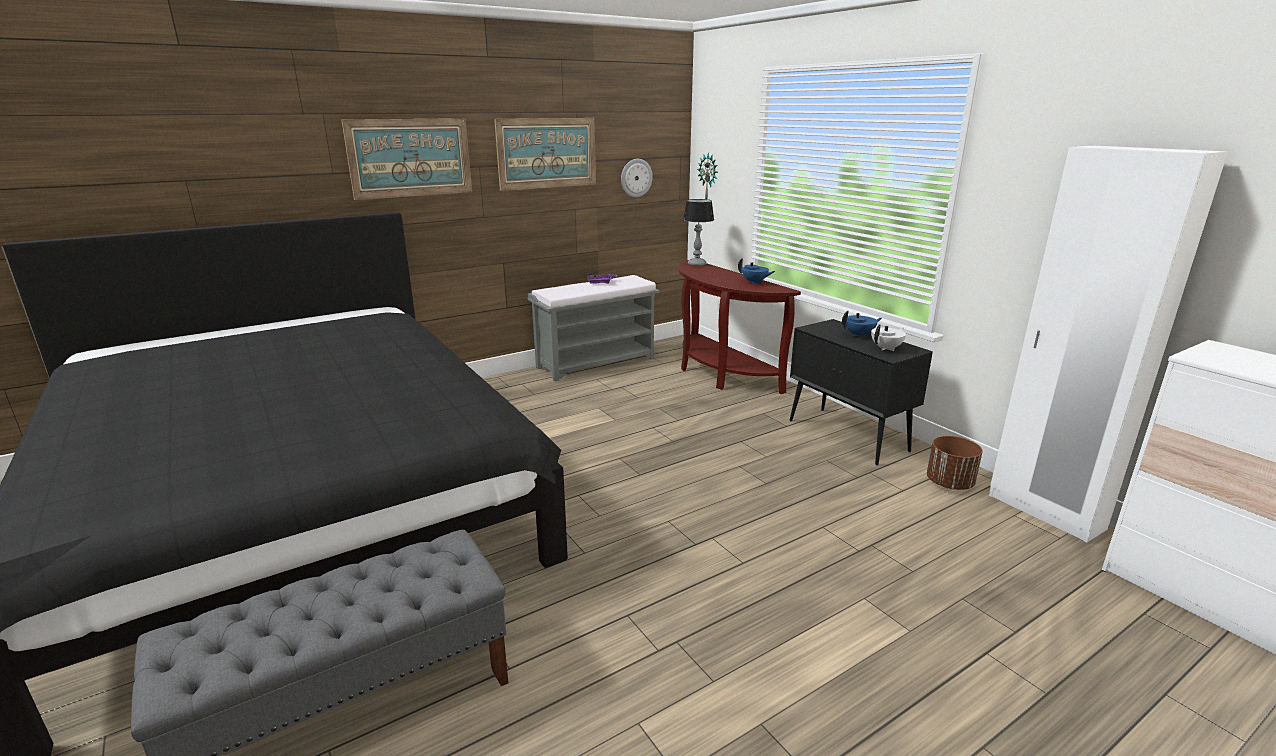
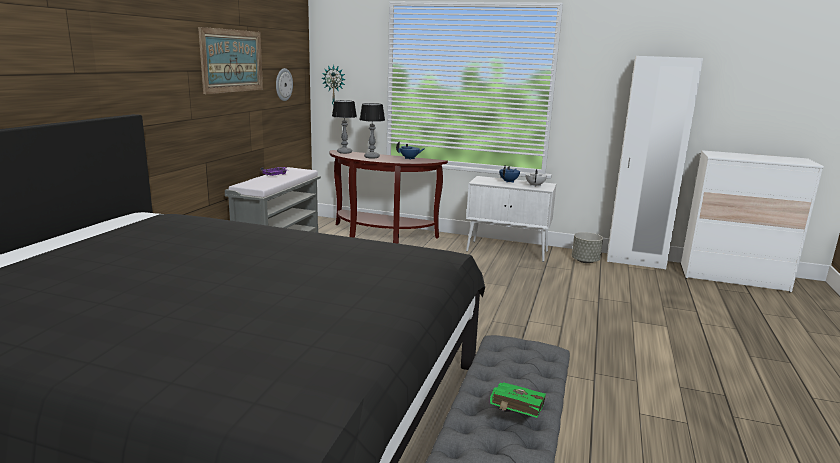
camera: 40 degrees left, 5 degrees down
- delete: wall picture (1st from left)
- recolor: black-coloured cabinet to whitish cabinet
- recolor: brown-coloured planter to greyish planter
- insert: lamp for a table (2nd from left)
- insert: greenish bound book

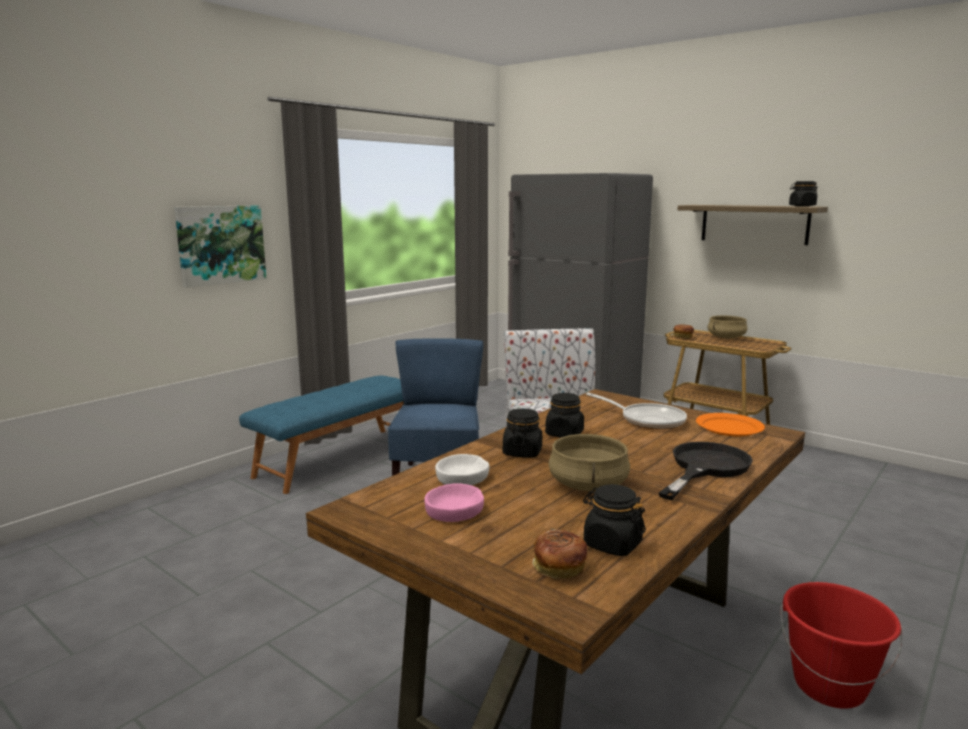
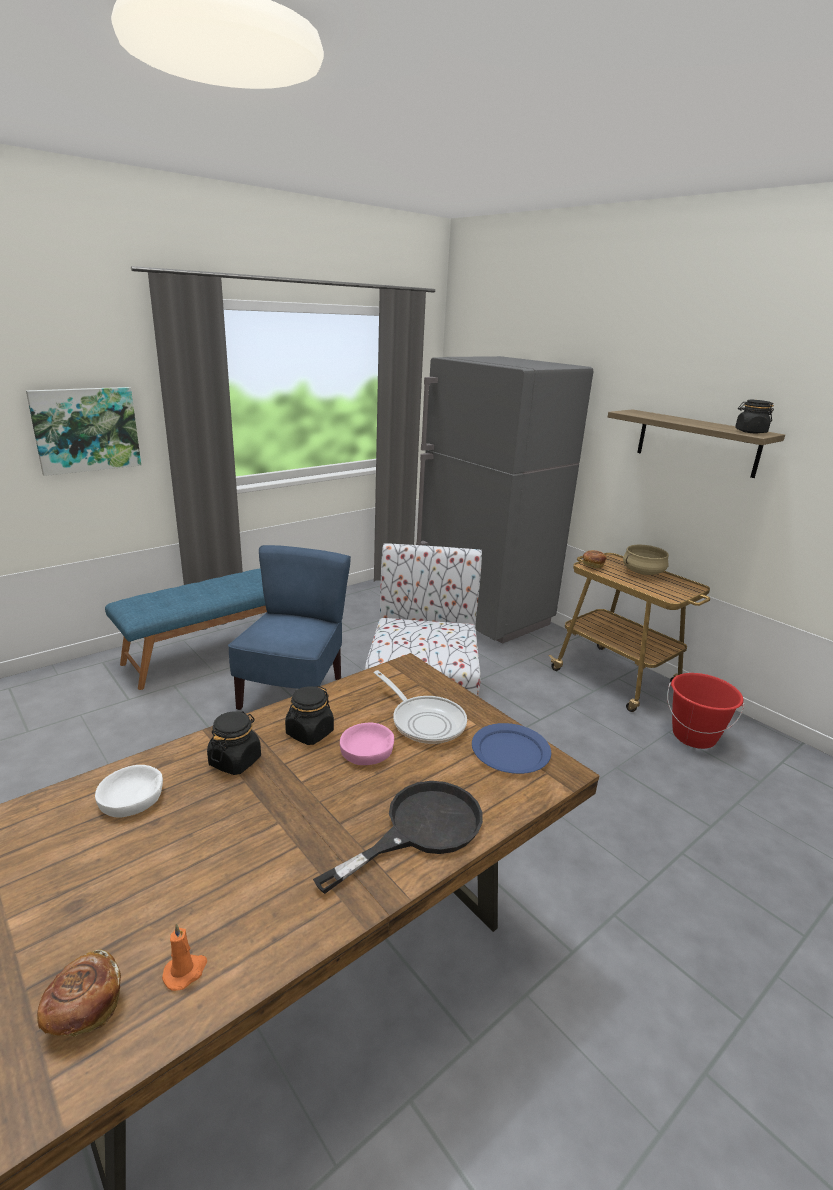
camera: 10 degrees right, 10 degrees up
- move: pink-coloured serving bowl
- delete: beige-coloured saucepot (1st from left)
- replace: black-coloured jar (3rd from left) to orange-coloured wax candle
- recolor: orange-coloured flat dish to bluish flat dish
- move: red-coloured water bucket

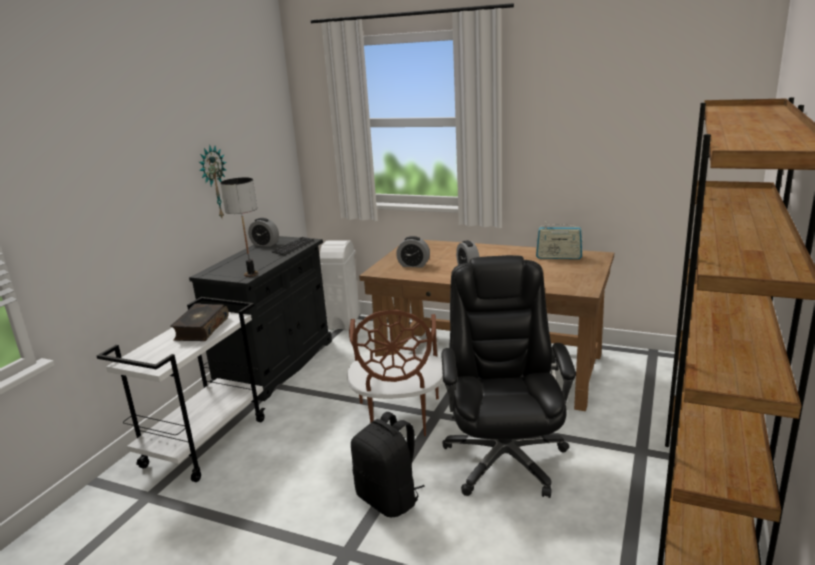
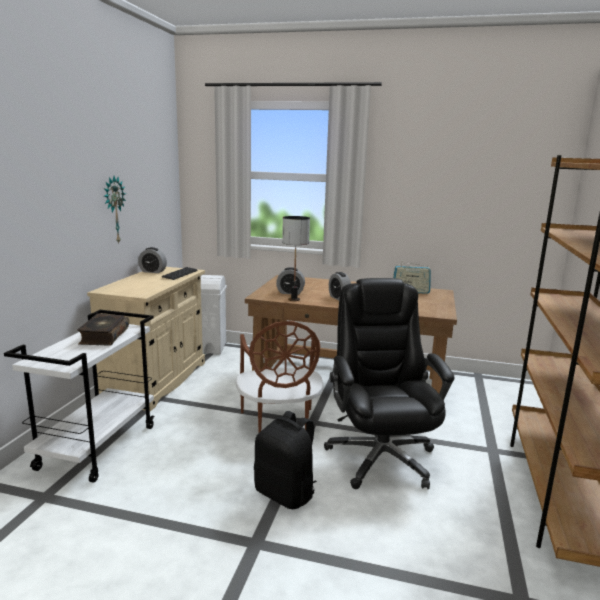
camera: 10 degrees left, 5 degrees down
- recolor: black-coloured cabinet to beige-coloured cabinet
- move: lamp for a table

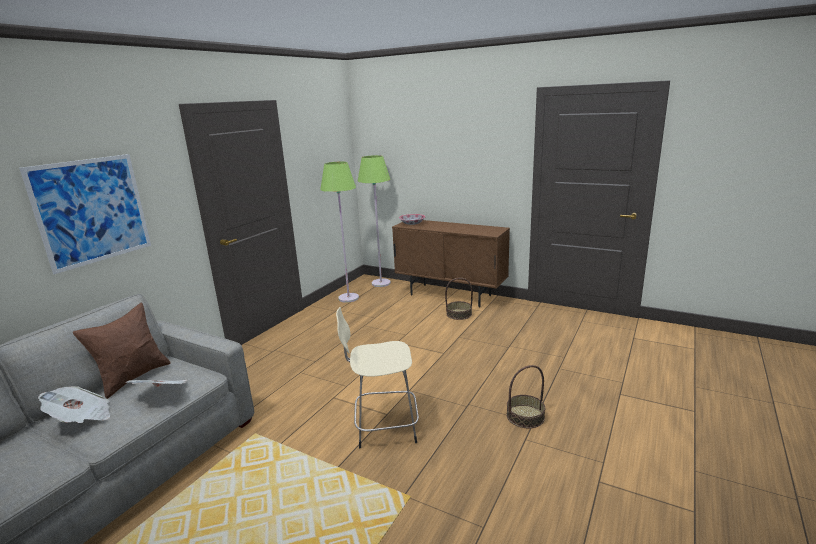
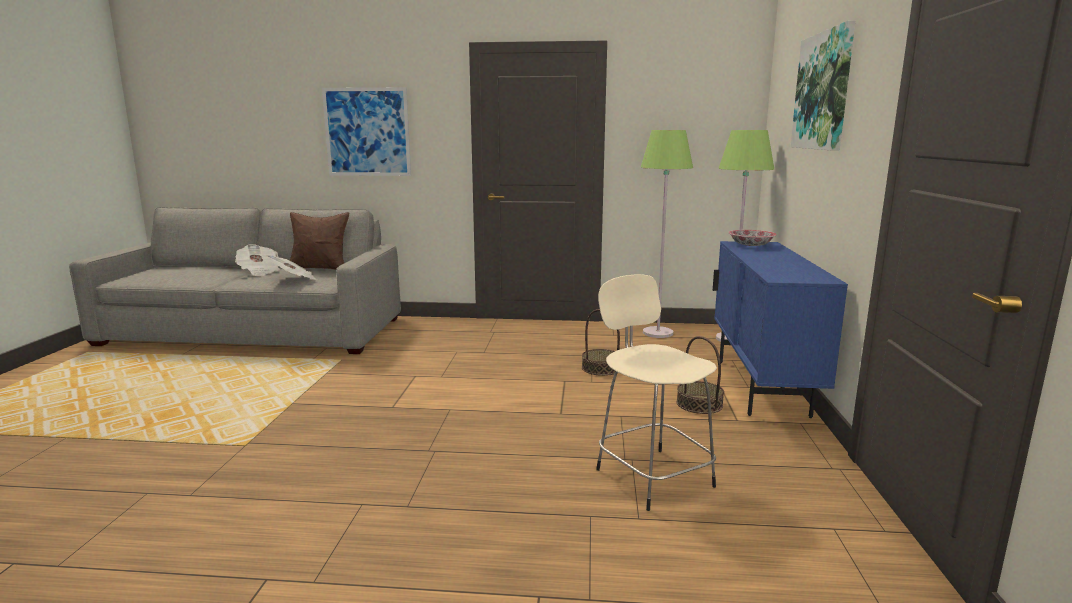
camera: 65 degrees right, 5 degrees down
- move: beige-coloured stool
- recolor: brown-coloured cabinet to bluish cabinet
- move: basket (2nd from left in the first image) to basket (1st from left)
- insert: wall picture (2nd from left)

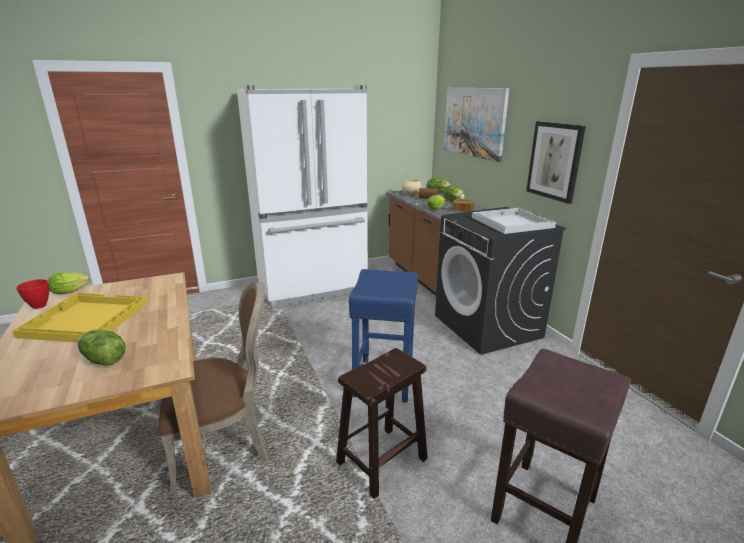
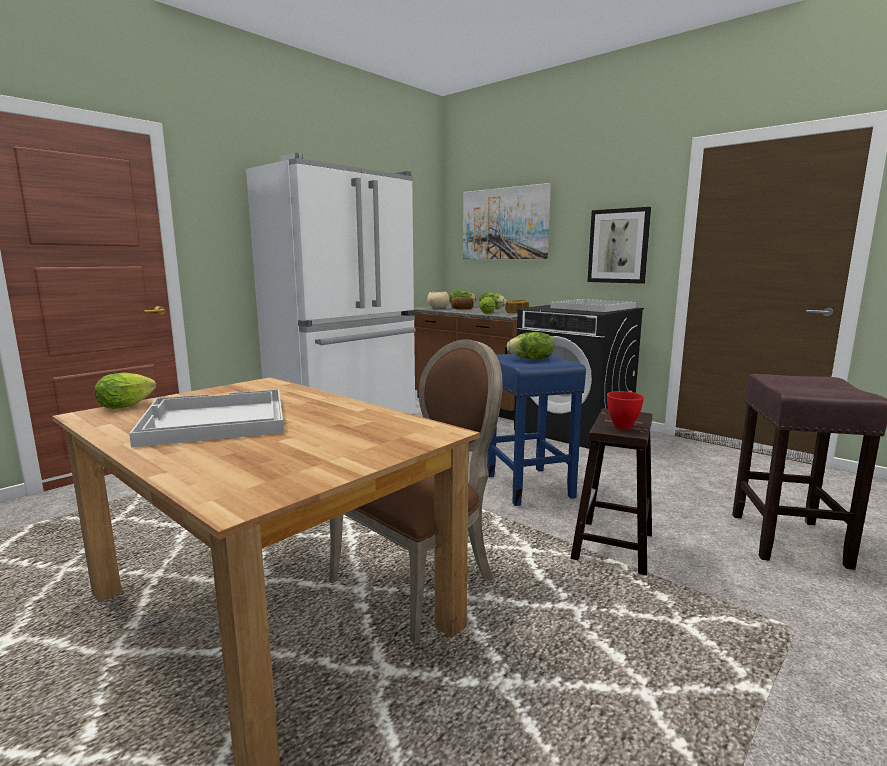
camera: 25 degrees left, 10 degrees down
- recolor: yellowish serving tray to whitish serving tray (1st from left)
- move: red-coloured serving bowl
- move: lettuce head (2nd from left in the first image) to lettuce head (5th from left)

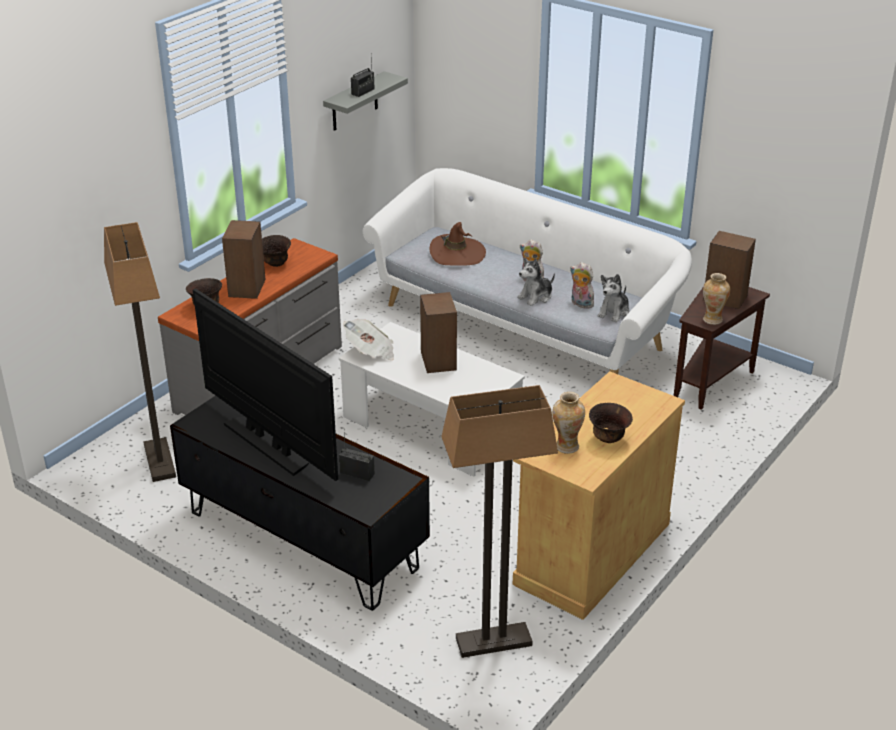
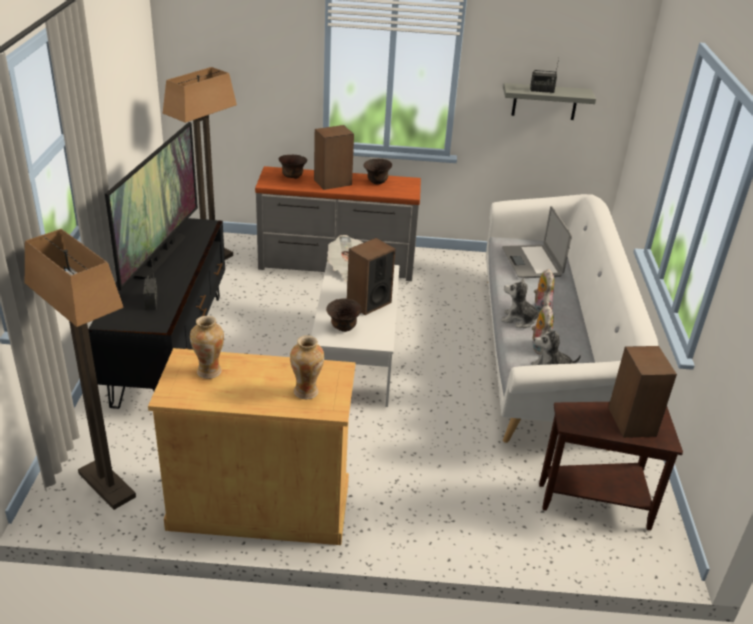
camera: 55 degrees right, 0 degrees up
- replace: brown-coloured hat to laptop
- move: brown-coloured serving bowl (3rd from left in the first image) to brown-coloured serving bowl (2nd from left)
- move: flower vase (2nd from left)

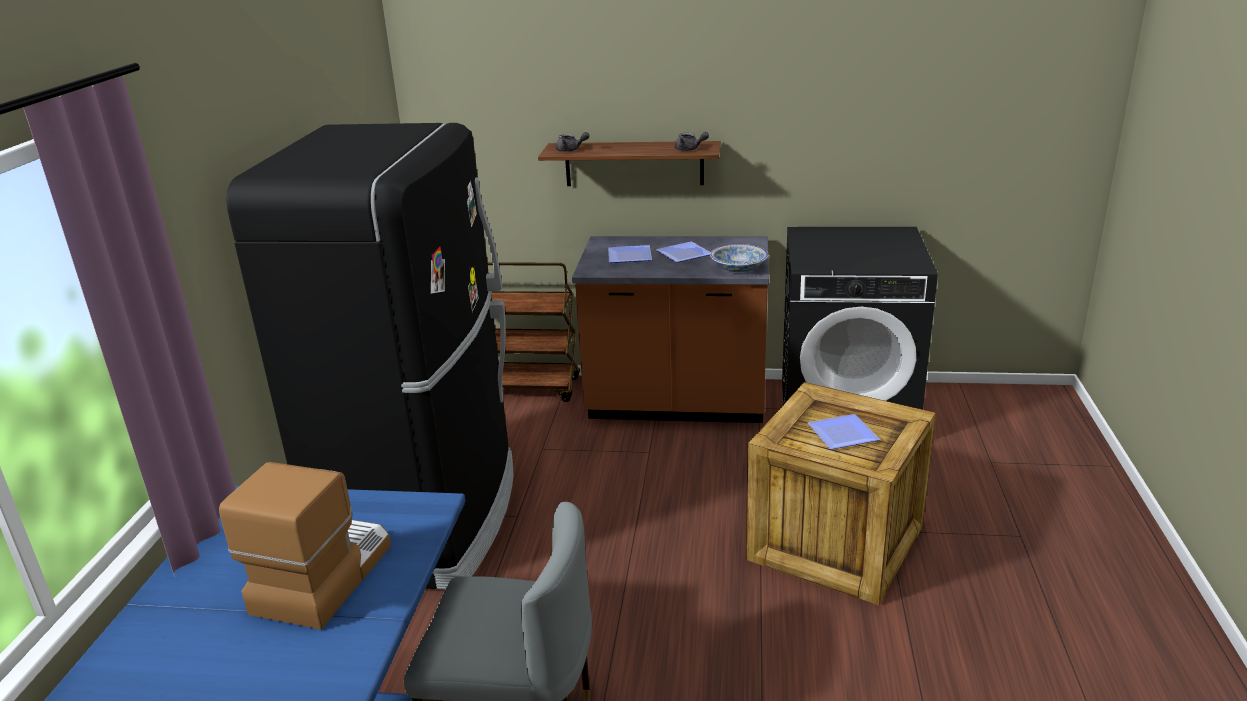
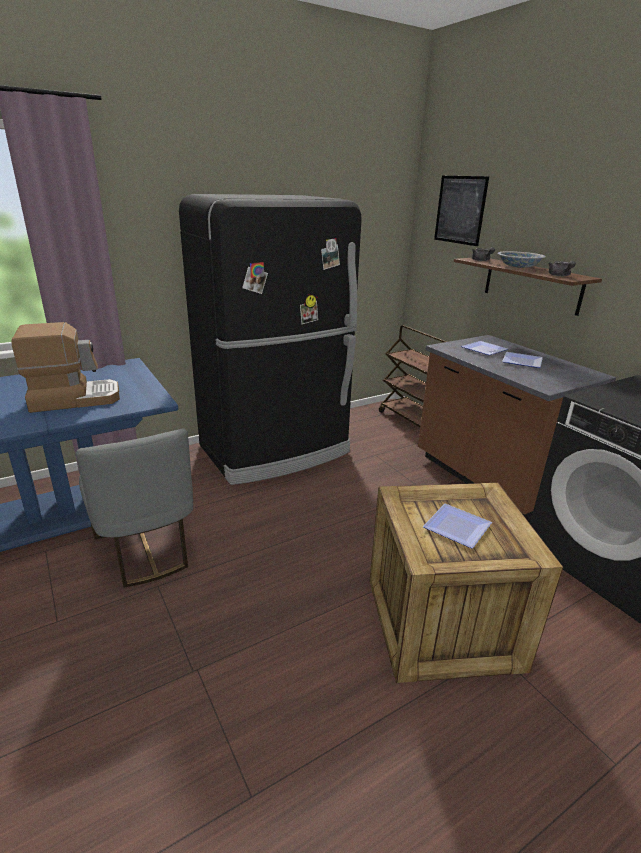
camera: 50 degrees right, 0 degrees up
- move: serving bowl
- insert: wall picture

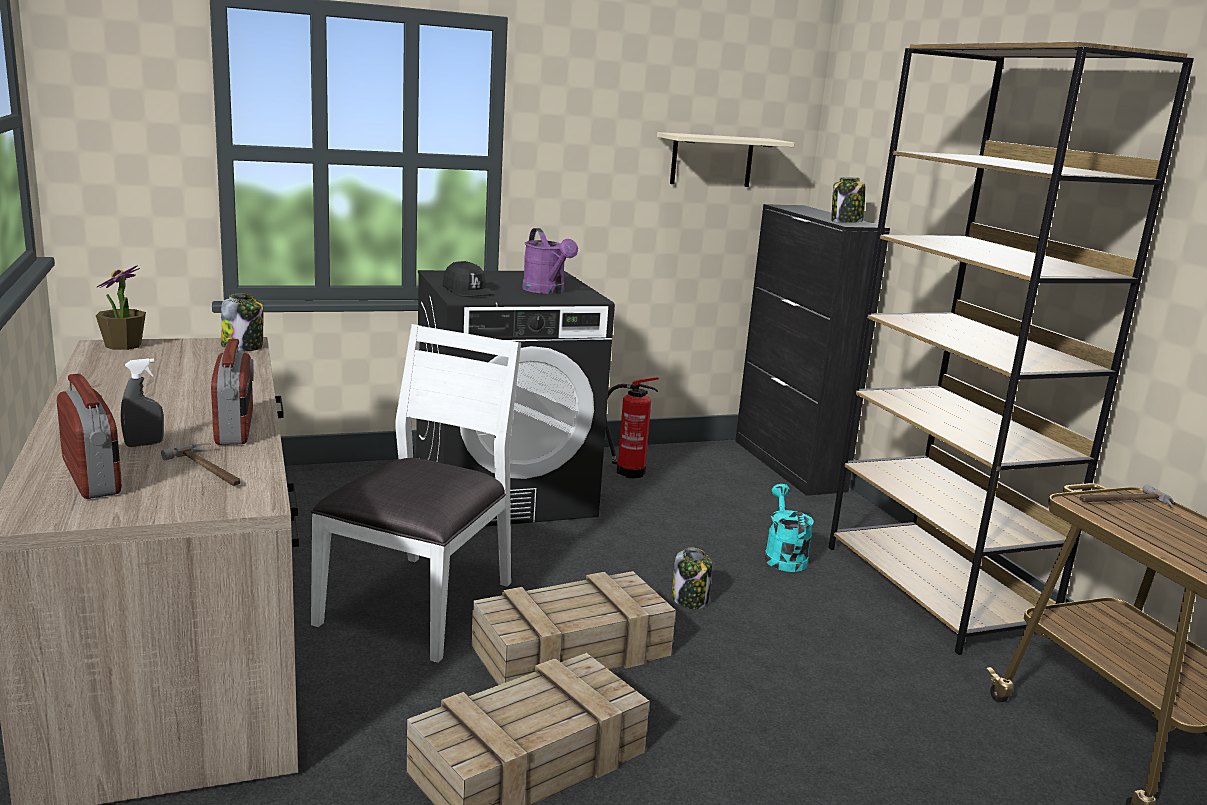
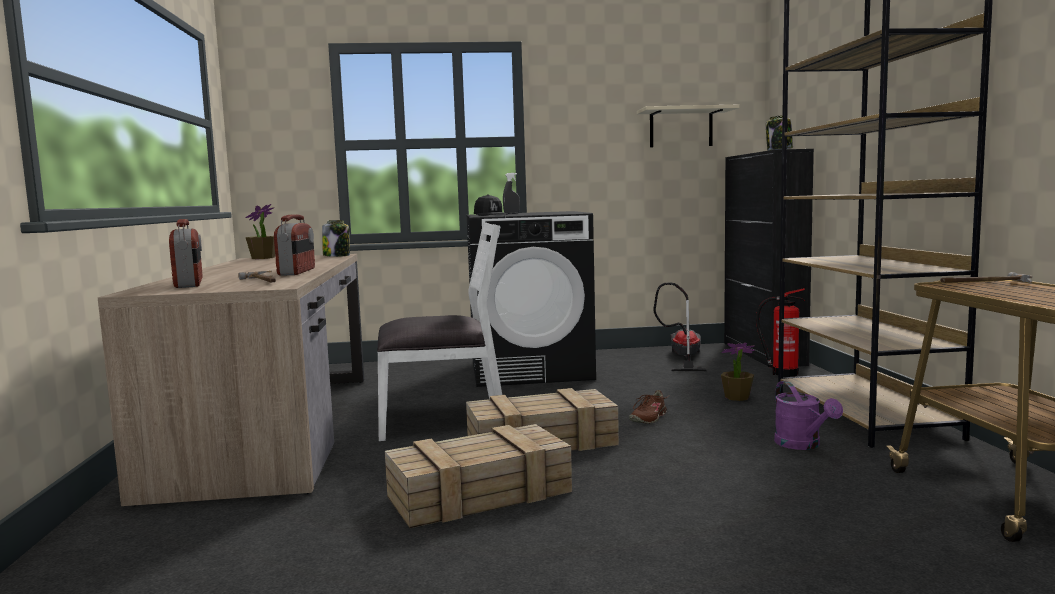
camera: 15 degrees right, 10 degrees down
- move: greyish hand sprayer
- rotate: whitish chair 45 degrees clockwise
- move: purple sprinkling can
- move: fire extinguisher
- replace: jar (2nd from left) to brown-coloured item of footwear
- replace: turquoise-coloured sprinkling can to houseplant (2nd from left)
- insert: hoover

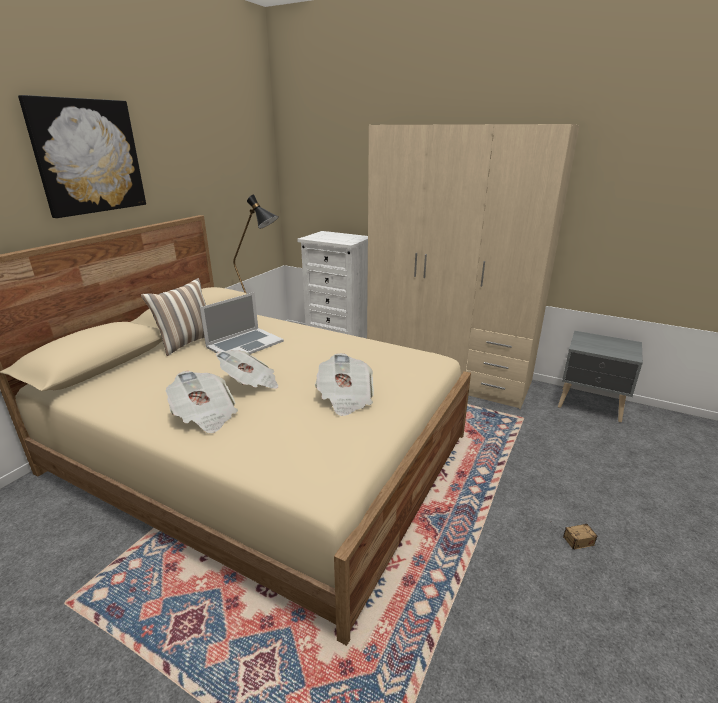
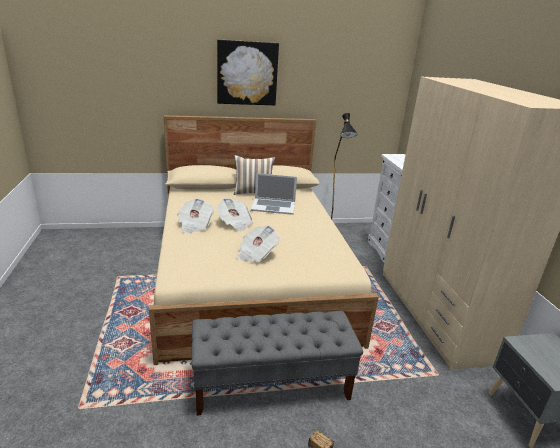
camera: 50 degrees right, 0 degrees up
- insert: greyish long seat

